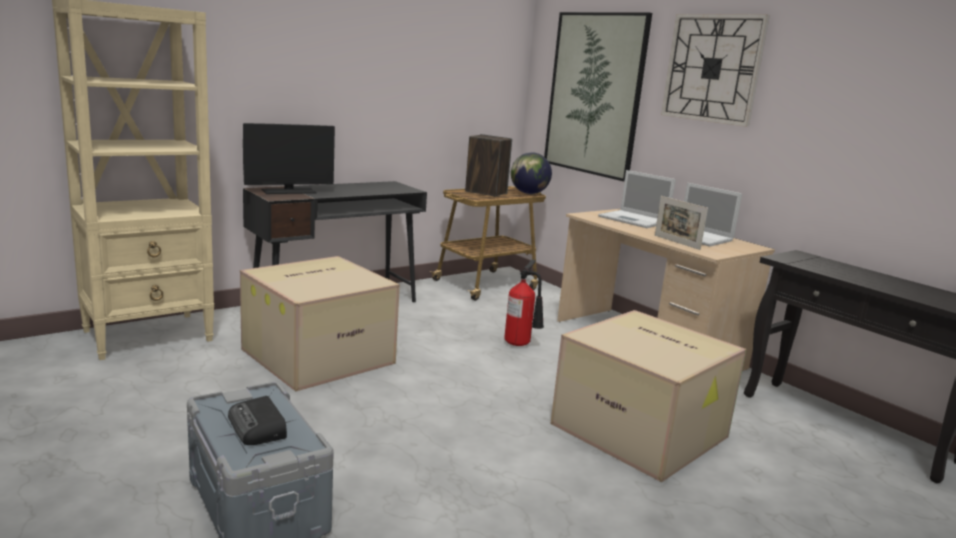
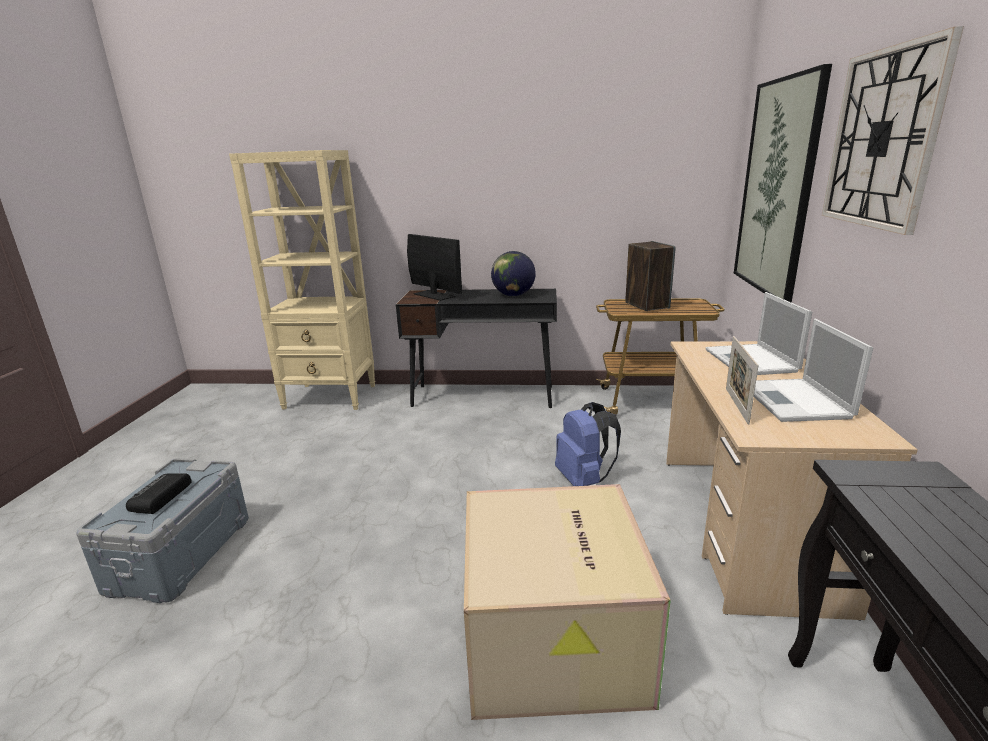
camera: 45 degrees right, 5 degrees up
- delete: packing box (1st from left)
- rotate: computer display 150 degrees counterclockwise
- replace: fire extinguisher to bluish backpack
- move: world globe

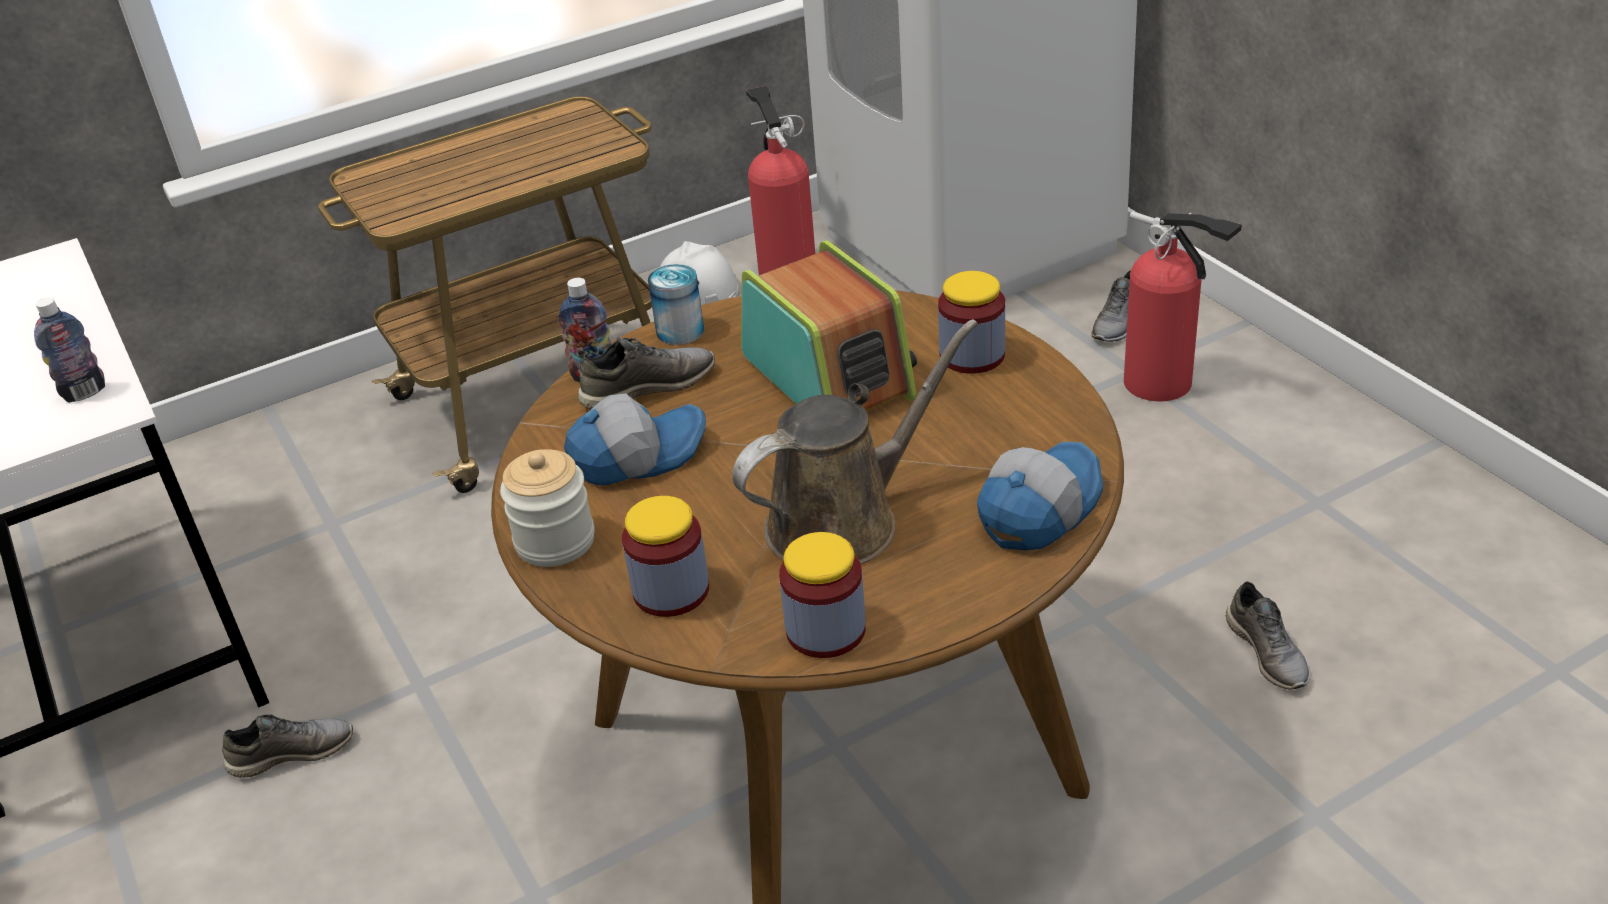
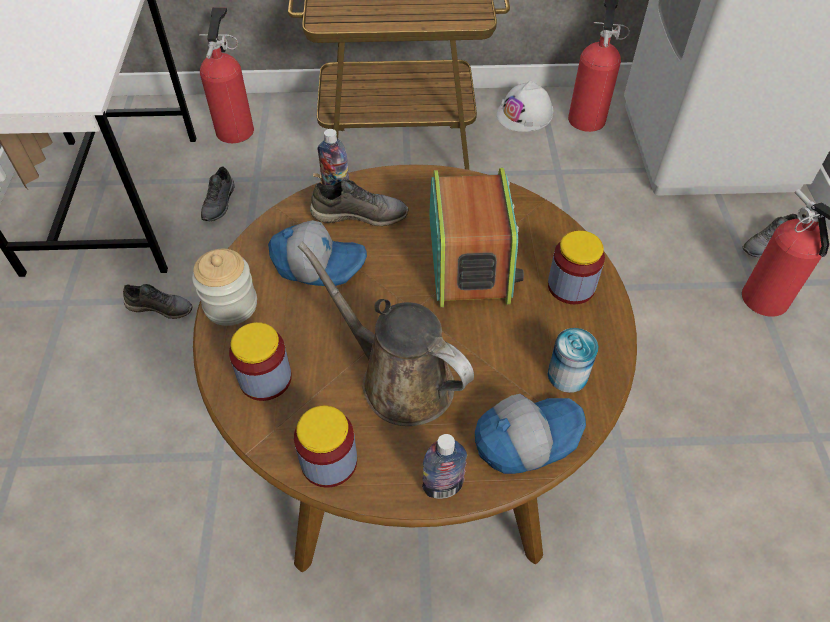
camera: 25 degrees right, 15 degrees up
- move: beverage bottle (1st from left in the first image) to beverage bottle (2nd from left)
- move: can
- rotate: brown-coloured sprinkling can 135 degrees counterclockwise
- move: greyish item of footwear (4th from left in the first image) to greyish item of footwear (2nd from left)
- insert: fire extinguisher (1st from left)

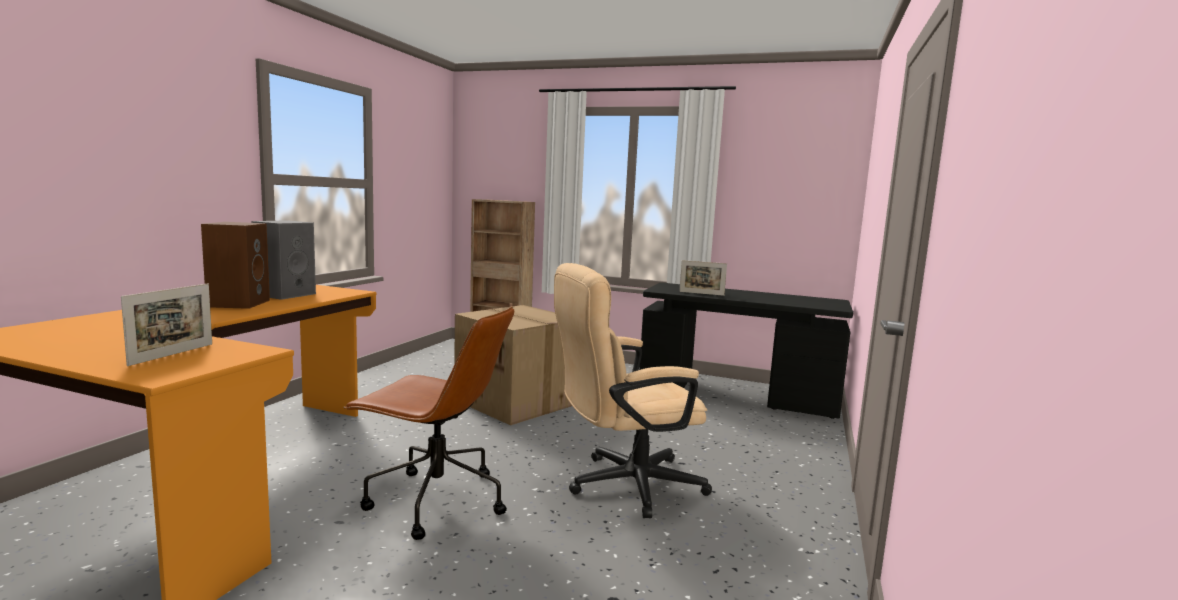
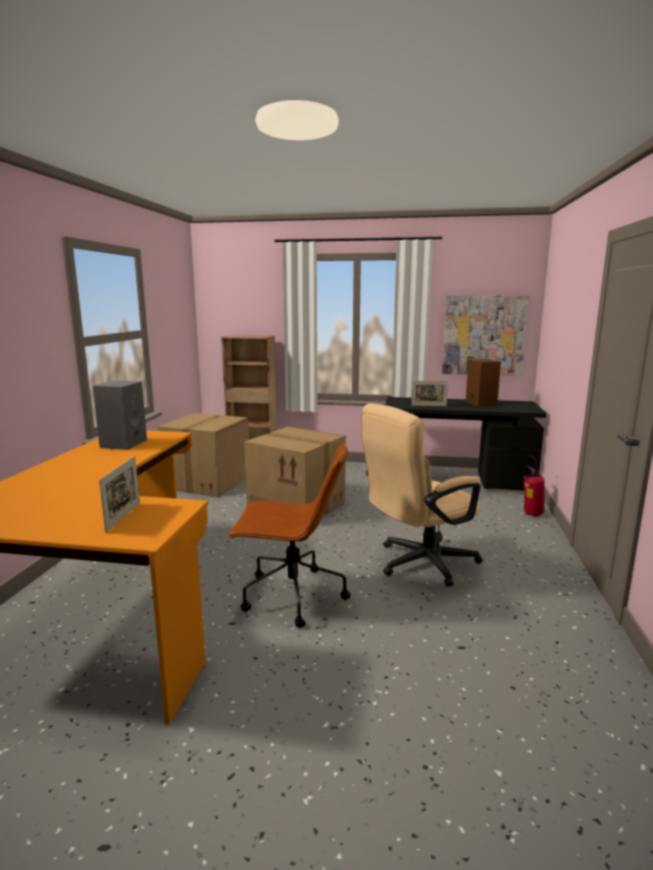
camera: 10 degrees left, 5 degrees up
- move: brown-coloured loudspeaker
- insert: packing box (1st from left)
- insert: wall picture
- insert: fire extinguisher

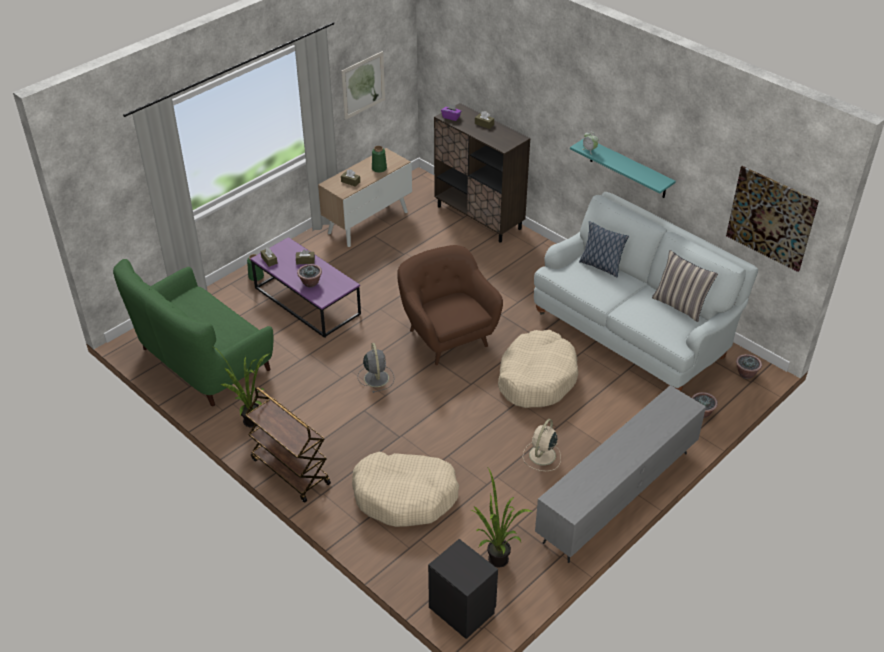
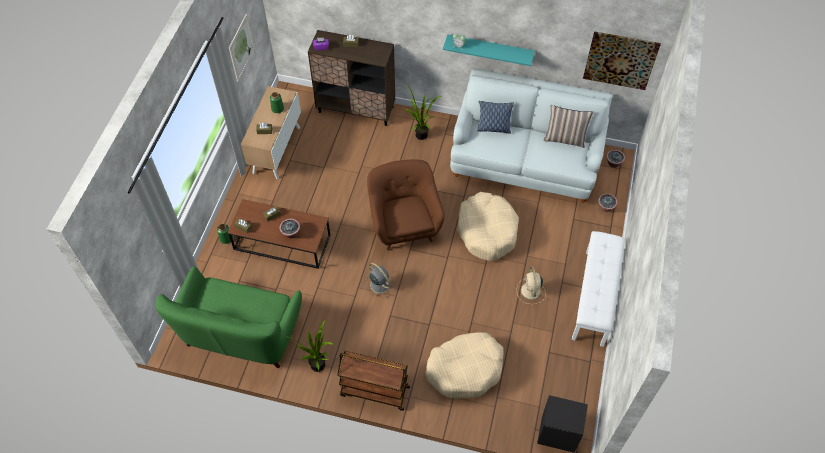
camera: 30 degrees left, 15 degrees up
- recolor: purple low table to brown-coloured low table
- rotate: brown-coloured lounge chair 45 degrees clockwise
- move: houseplant (3rd from left)
- replace: greyish tv stand to whitish long seat

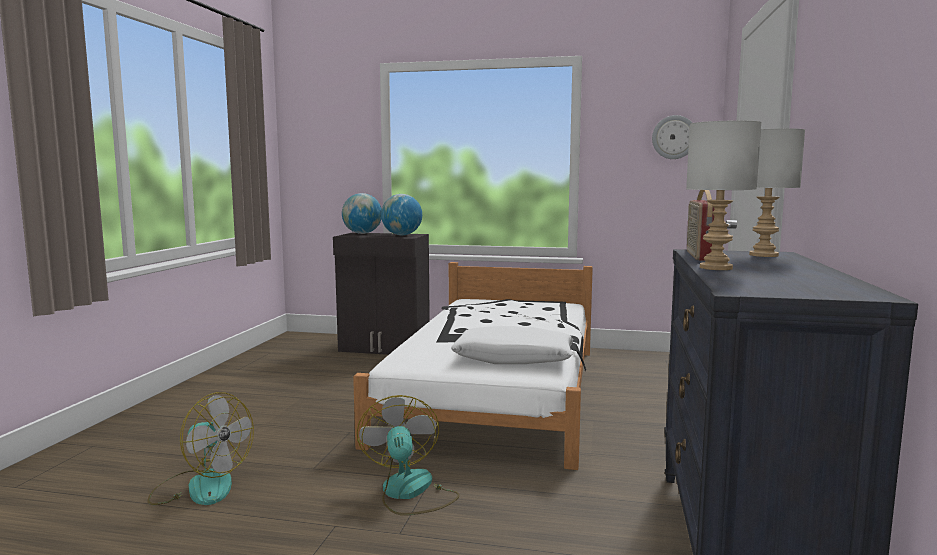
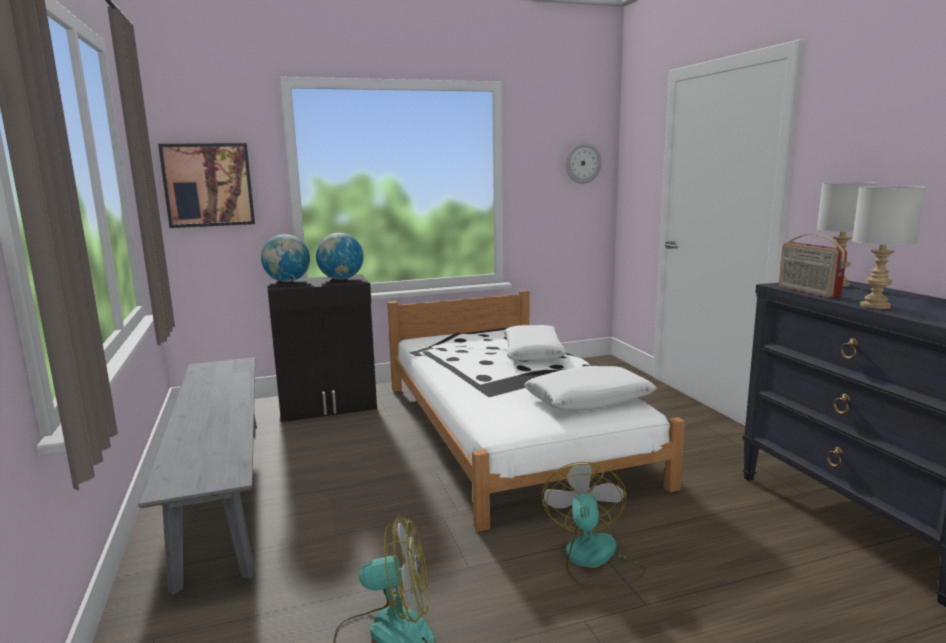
camera: 30 degrees left, 5 degrees up
- rotate: cooling fan (2nd from left) 45 degrees clockwise
- insert: greyish long seat
- insert: wall picture
- insert: whitish cushion (1st from left)

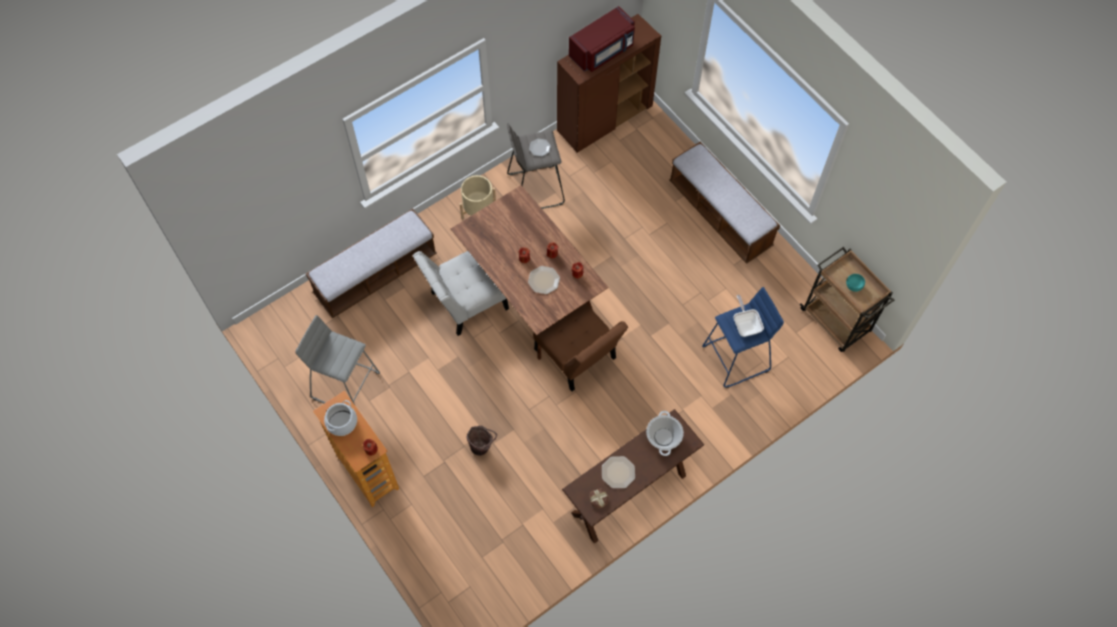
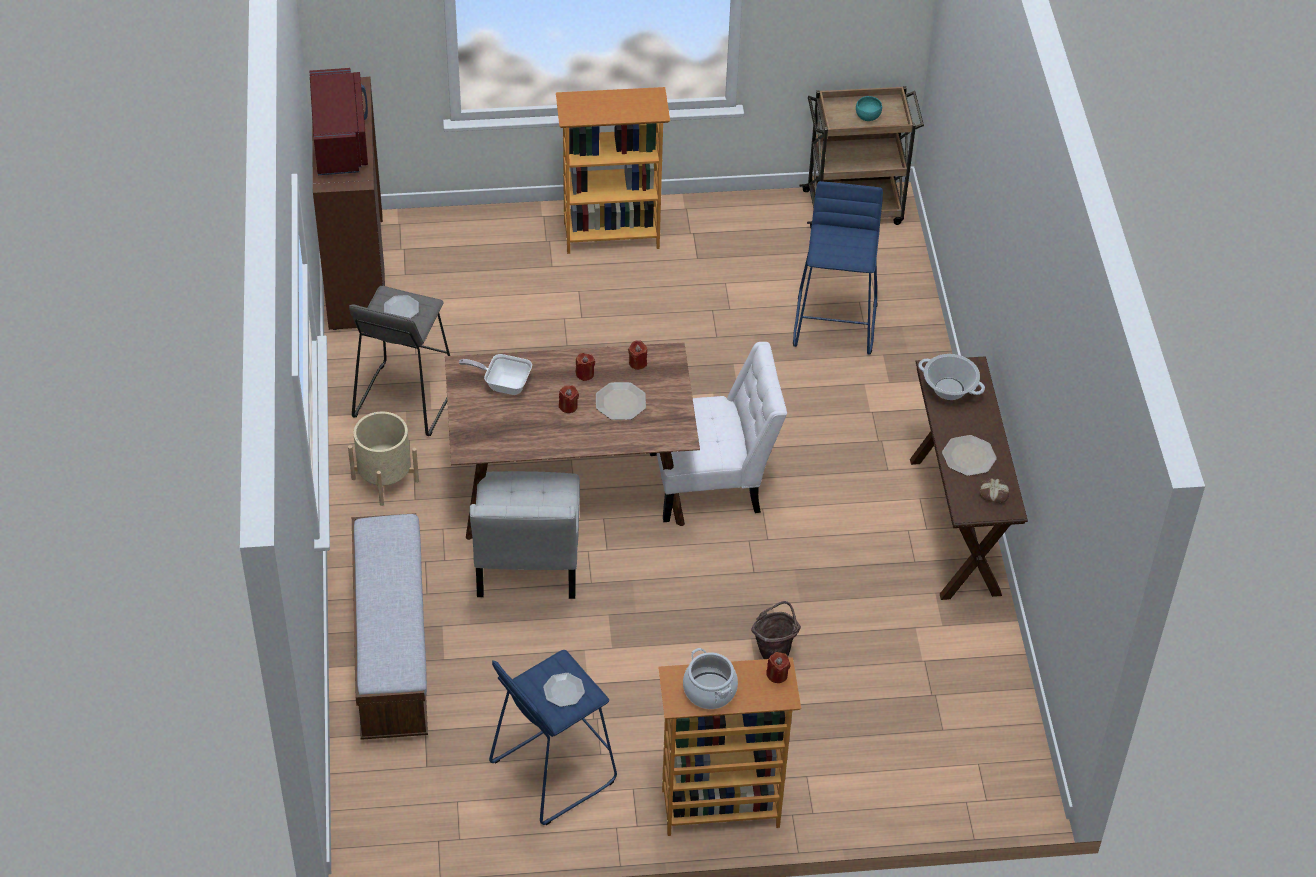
camera: 60 degrees left, 15 degrees down
- recolor: greyish stool (1st from left) to bluish stool (1st from left)
- recolor: brown-coloured chair to whitish chair (2nd from left)
- replace: long seat (2nd from left) to shelving unit (1st from left)
- move: skillet
- insert: flat dish (2nd from left)

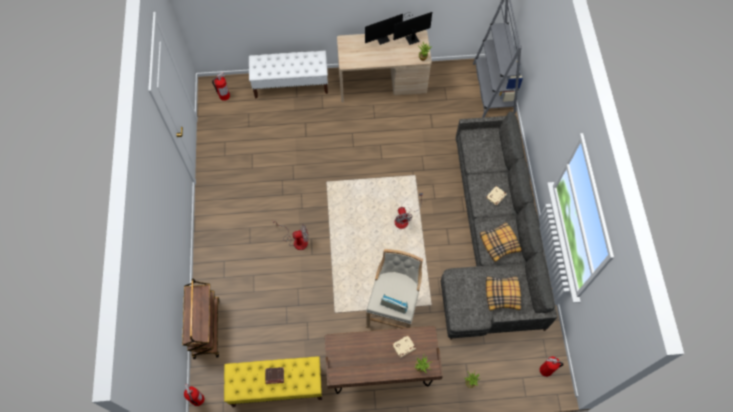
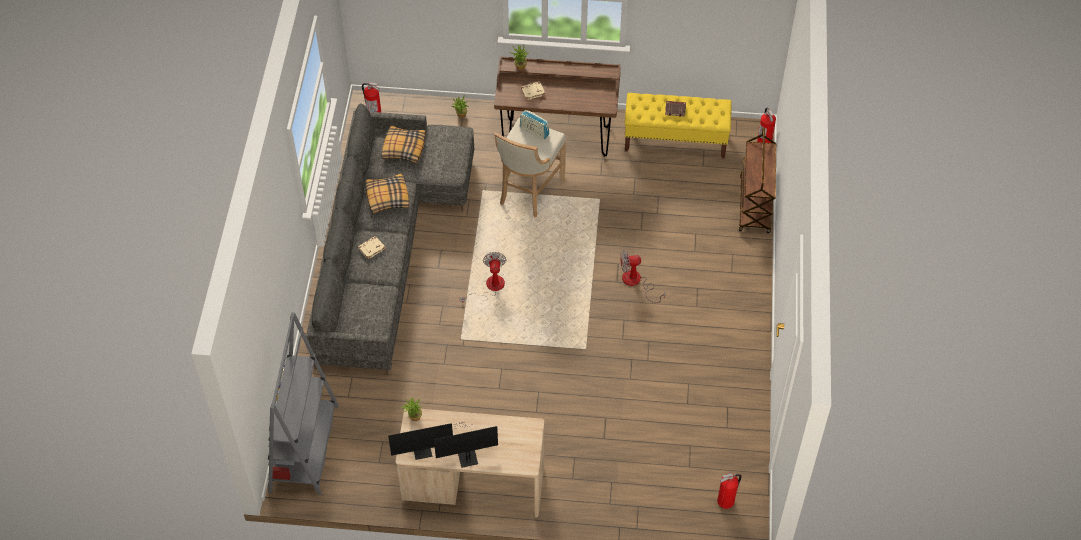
camera: 170 degrees left, 10 degrees down
- delete: whitish long seat

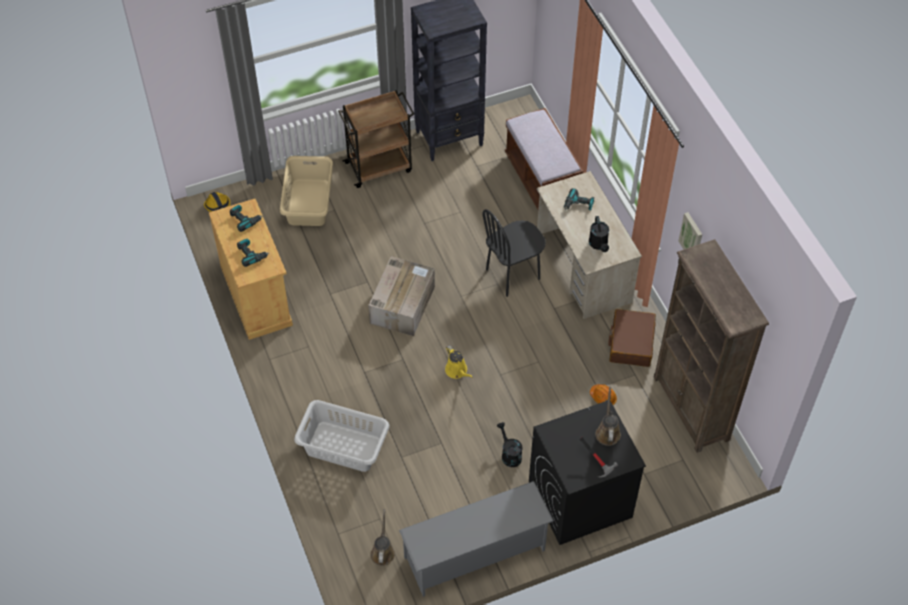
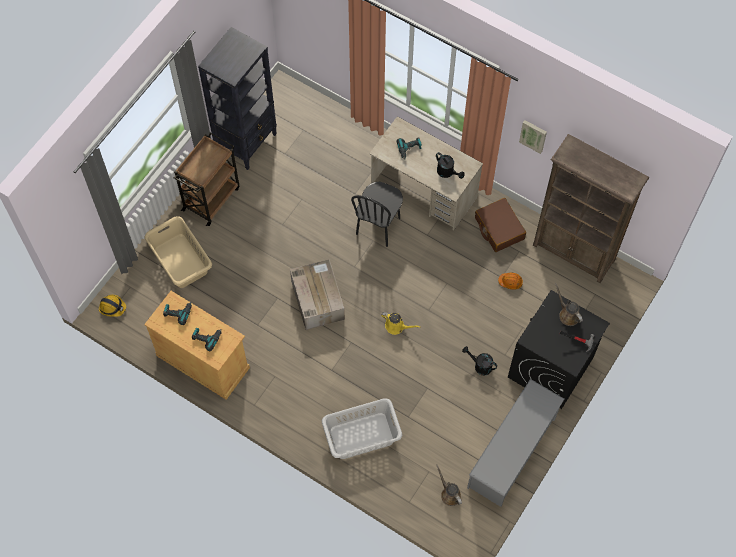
camera: 35 degrees left, 10 degrees up
- delete: brown-coloured long seat

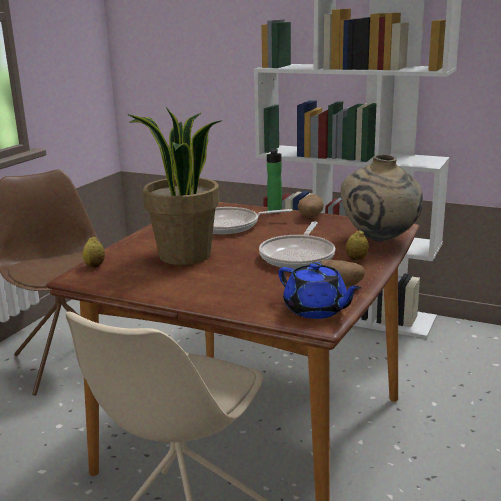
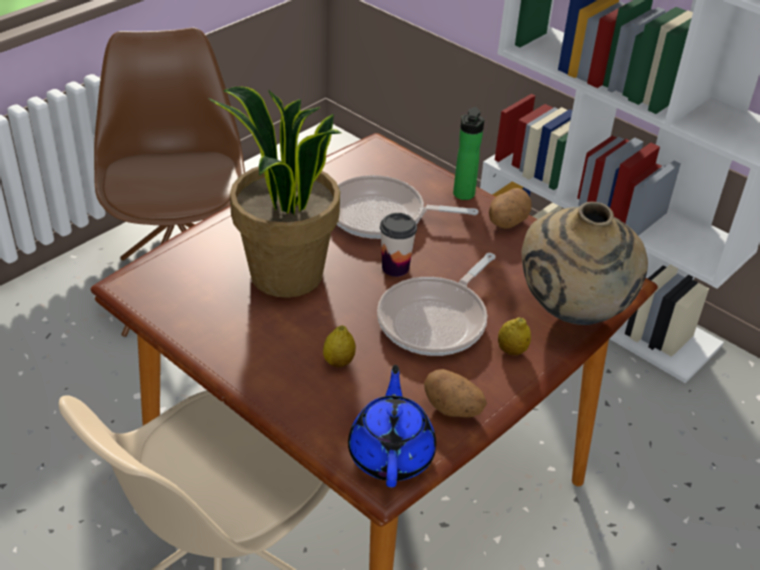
camera: 15 degrees right, 20 degrees up
- move: citrus fruit (1st from left)
- rotate: bluish tea pot 150 degrees counterclockwise
- insert: drinking cup

